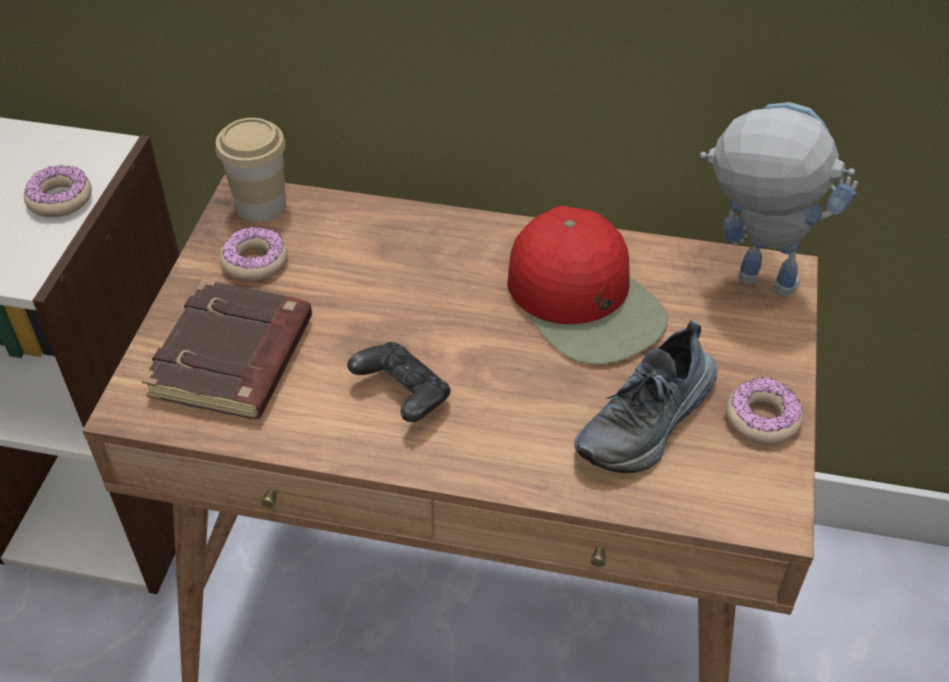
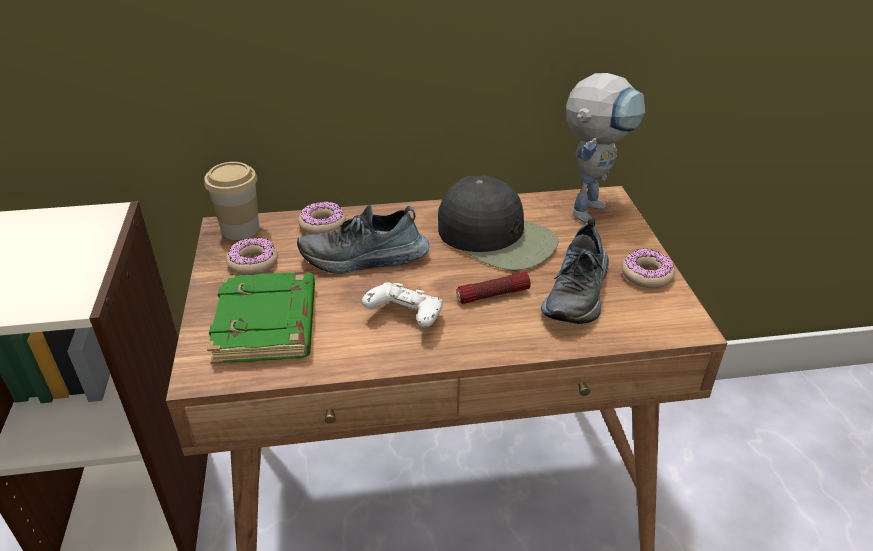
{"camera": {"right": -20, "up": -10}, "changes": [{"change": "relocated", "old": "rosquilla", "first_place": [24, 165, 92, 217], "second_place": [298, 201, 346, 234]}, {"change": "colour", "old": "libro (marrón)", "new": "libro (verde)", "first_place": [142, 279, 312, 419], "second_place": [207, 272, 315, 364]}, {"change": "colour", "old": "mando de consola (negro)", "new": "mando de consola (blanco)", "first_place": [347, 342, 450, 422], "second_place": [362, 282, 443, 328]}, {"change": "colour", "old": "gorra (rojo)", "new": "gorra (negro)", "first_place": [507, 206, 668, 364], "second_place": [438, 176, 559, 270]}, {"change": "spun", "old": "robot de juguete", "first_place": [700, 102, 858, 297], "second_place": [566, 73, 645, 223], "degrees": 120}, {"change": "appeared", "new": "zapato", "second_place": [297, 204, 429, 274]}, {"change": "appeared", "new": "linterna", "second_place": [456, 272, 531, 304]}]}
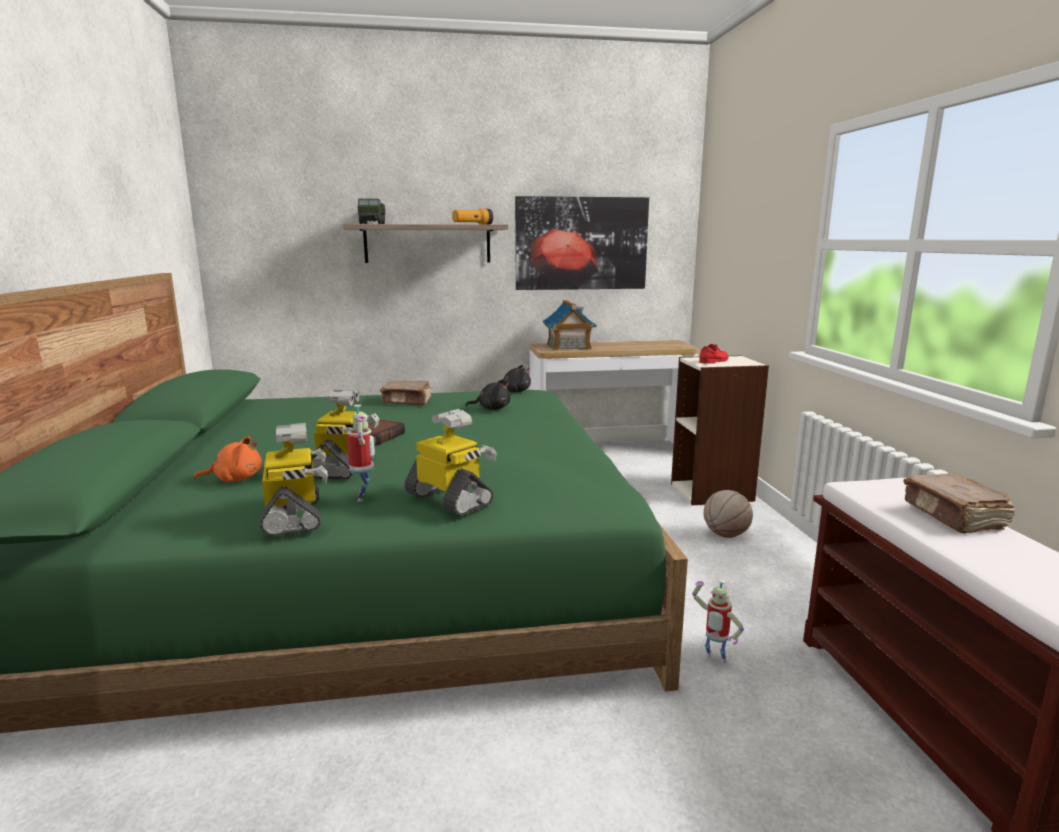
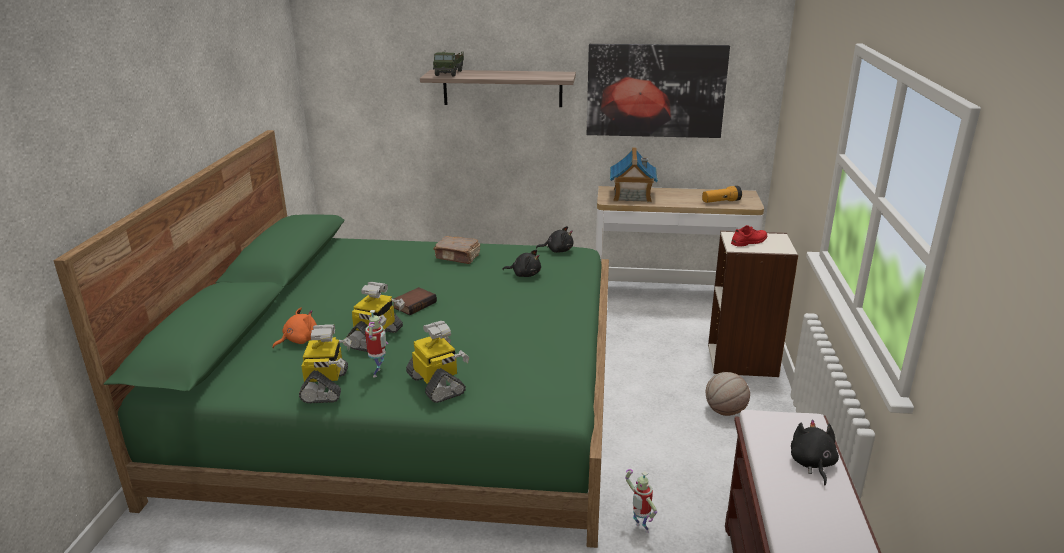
{"camera": {"right": 15, "up": 10}, "changes": [{"change": "spun", "old": "peluche (naranja)", "first_place": [194, 436, 262, 482], "second_place": [272, 308, 317, 348], "degrees": -45}, {"change": "relocated", "old": "linterna", "first_place": [452, 209, 493, 224], "second_place": [702, 186, 742, 203]}, {"change": "exchanged", "old": "libro (marrón)", "new": "peluche (negro)", "first_place": [903, 473, 1015, 533], "second_place": [791, 419, 839, 485]}]}
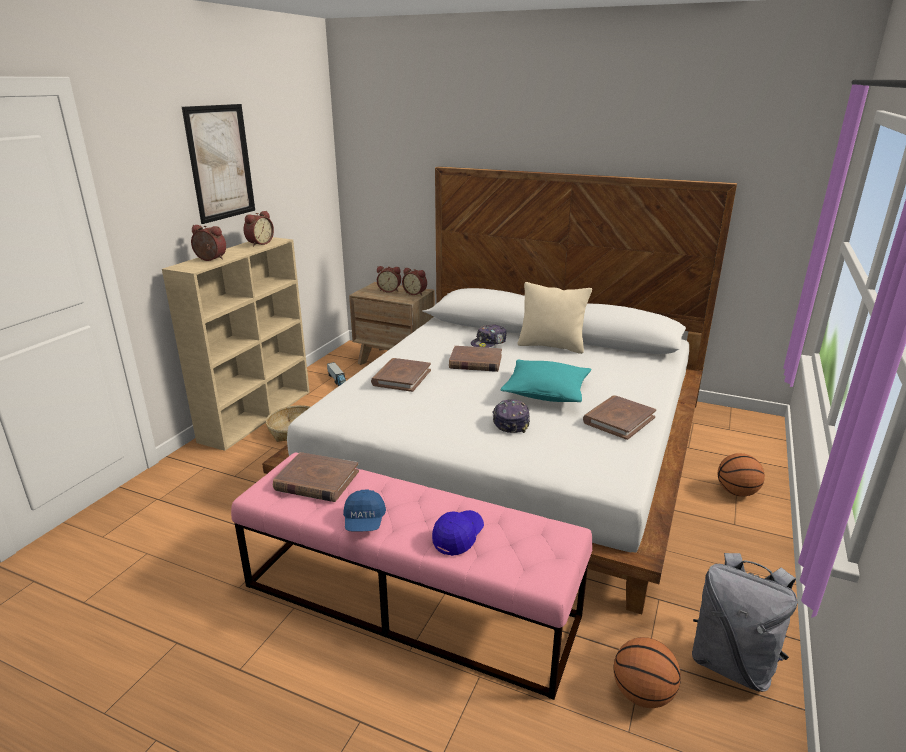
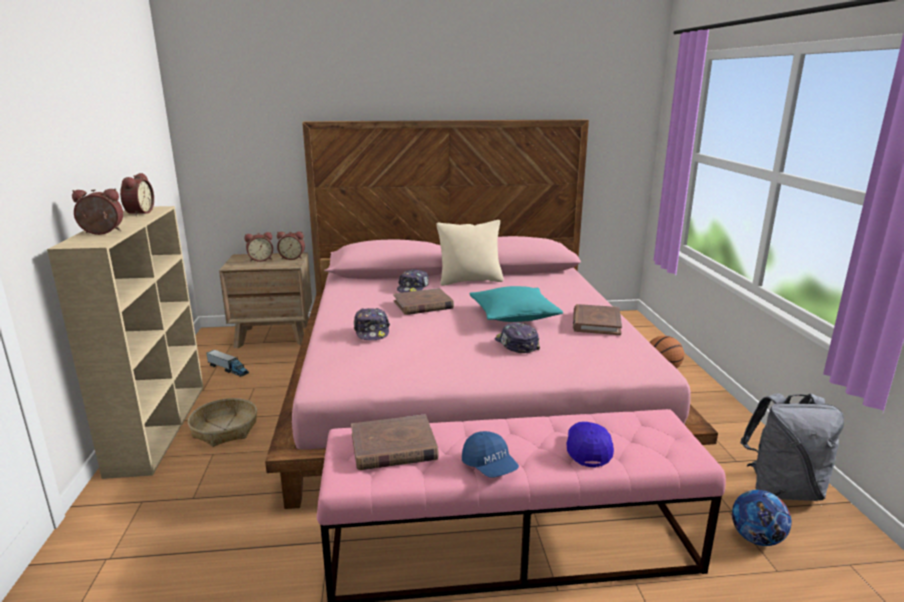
{"camera": {"right": -30, "up": -5}, "changes": [{"change": "missing", "old": "cuadro", "first_place": [182, 104, 255, 224]}, {"change": "colour", "old": "cama (blanco)", "new": "cama (rosa)", "first_place": [262, 166, 737, 614], "second_place": [265, 119, 718, 509]}, {"change": "exchanged", "old": "libro (marrón)", "new": "gorra", "first_place": [371, 358, 431, 392], "second_place": [354, 308, 390, 340]}, {"change": "exchanged", "old": "balón de baloncesto", "new": "balón de fútbol", "first_place": [614, 637, 681, 708], "second_place": [732, 490, 792, 546]}]}
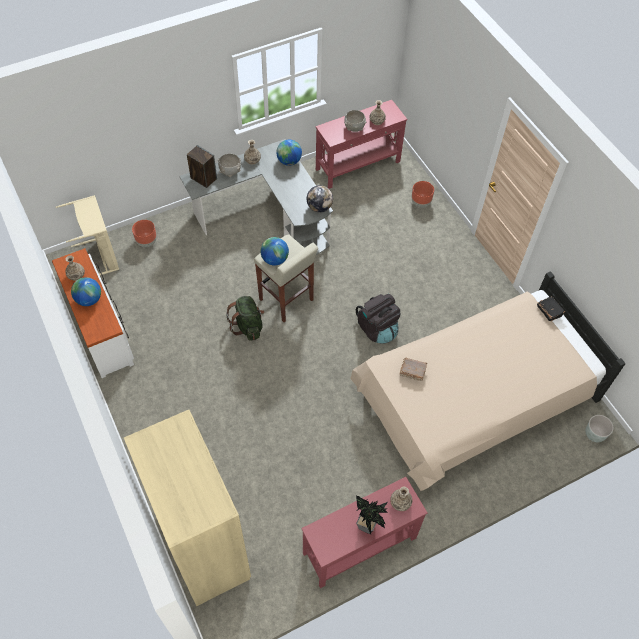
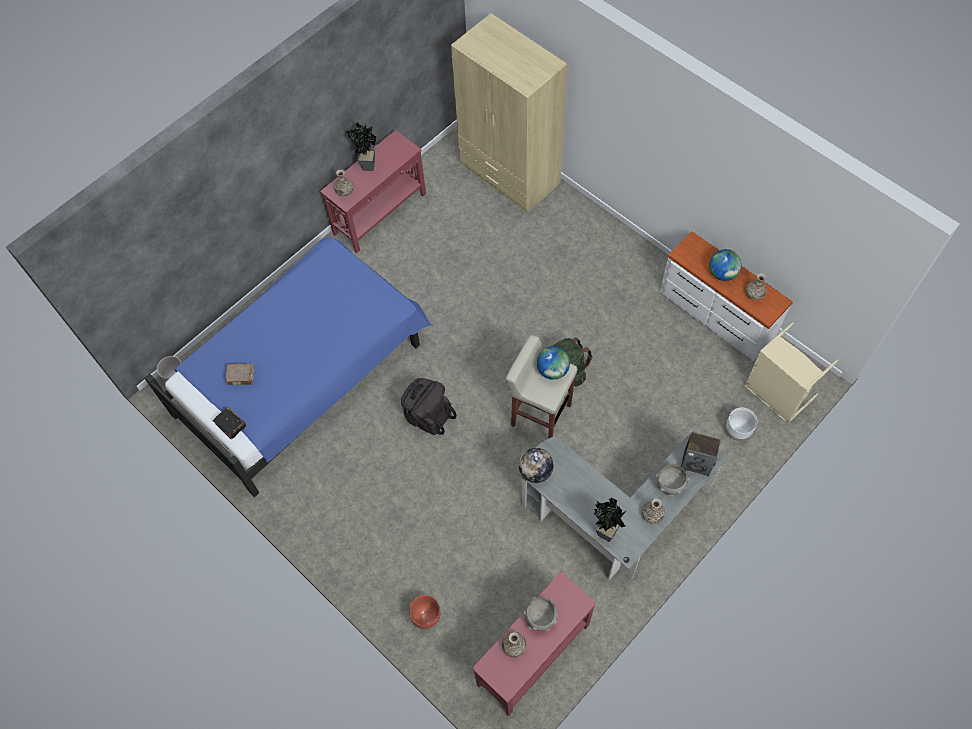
{"camera": {"right": 165, "up": 5}, "changes": [{"change": "colour", "old": "maceta (marrón)", "new": "maceta (blanco)", "first_place": [132, 220, 157, 247], "second_place": [726, 408, 757, 441]}, {"change": "exchanged", "old": "globo terráqueo", "new": "planta en maceta", "first_place": [276, 140, 302, 166], "second_place": [594, 498, 627, 542]}, {"change": "colour", "old": "cama (beis)", "new": "cama (azul)", "first_place": [350, 271, 626, 491], "second_place": [144, 238, 433, 497]}, {"change": "relocated", "old": "libro (marrón)", "first_place": [400, 358, 427, 381], "second_place": [226, 363, 255, 385]}]}
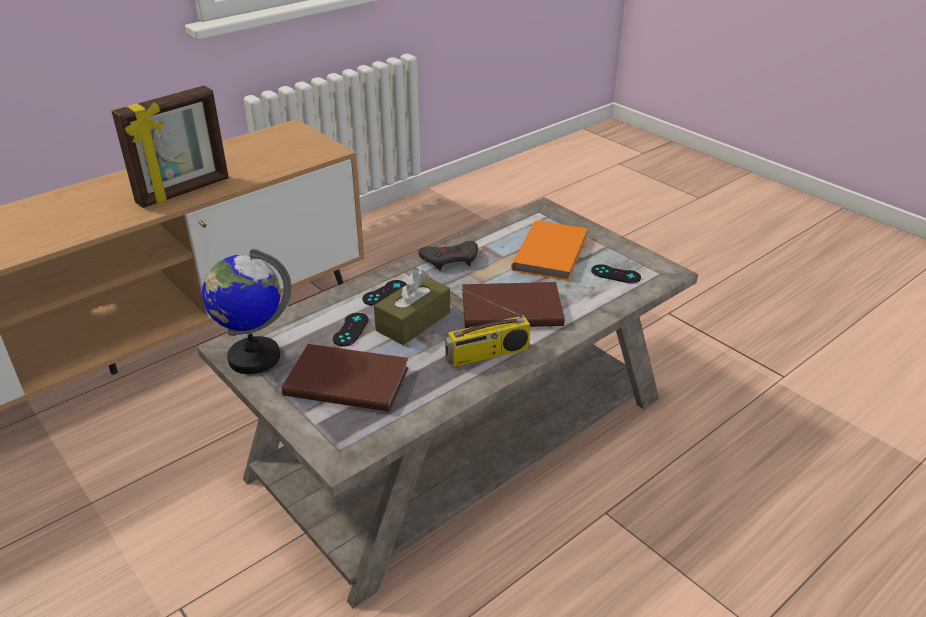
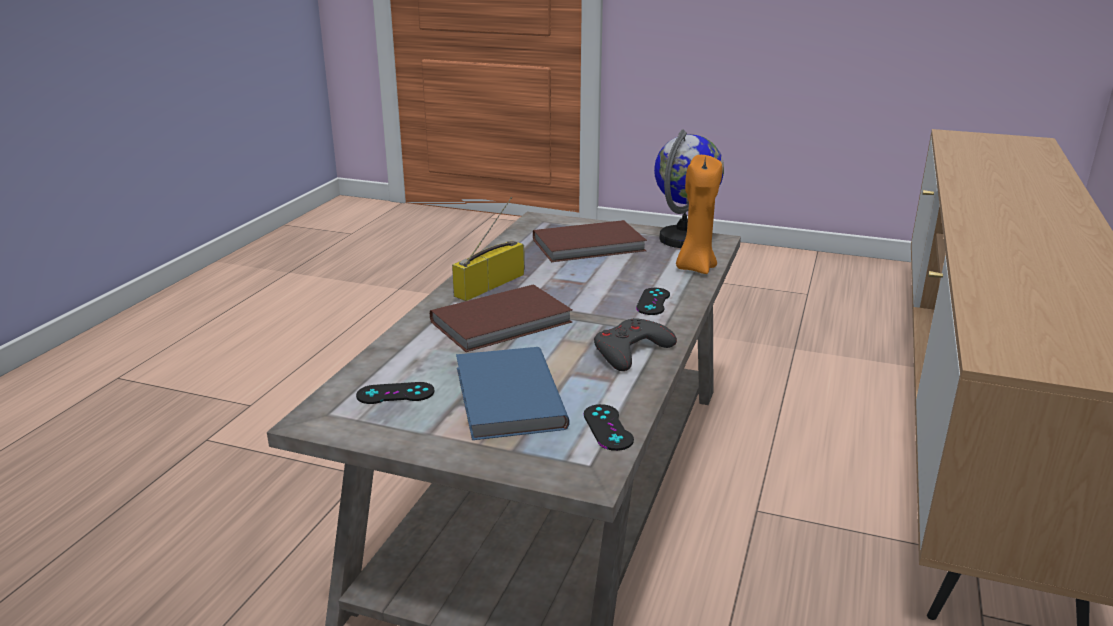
{"camera": {"right": 150, "up": -10}, "changes": [{"change": "missing", "old": "portarretratos", "first_place": [112, 86, 229, 208]}, {"change": "relocated", "old": "mando de consola (negro)", "first_place": [333, 313, 369, 346], "second_place": [583, 404, 634, 451]}, {"change": "missing", "old": "caja de pañuelos (marrón)", "first_place": [374, 270, 450, 345]}, {"change": "colour", "old": "libro (naranja)", "new": "libro (azul)", "first_place": [511, 220, 588, 281], "second_place": [456, 347, 570, 440]}, {"change": "appeared", "new": "vela (naranja)", "second_place": [676, 155, 722, 274]}]}
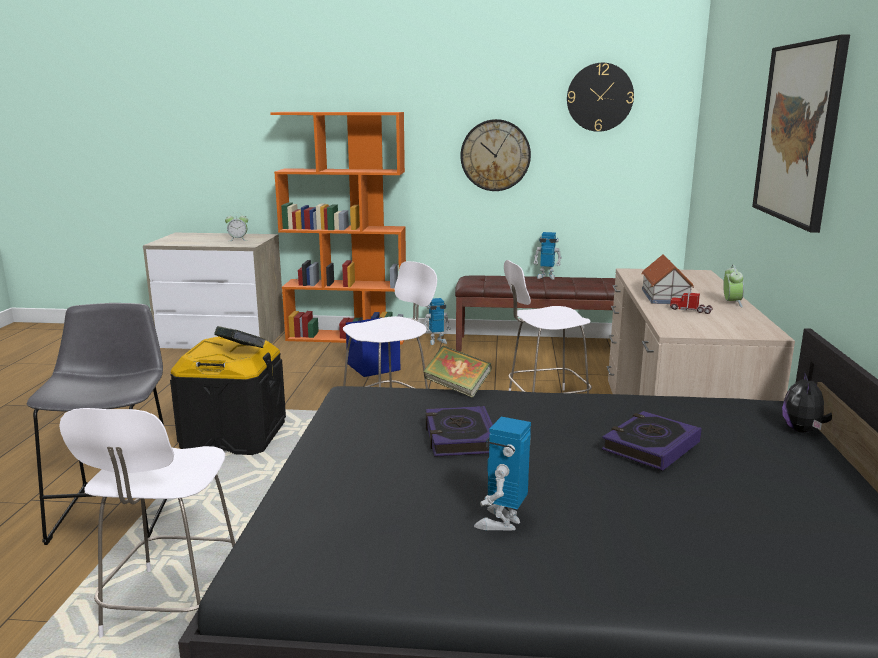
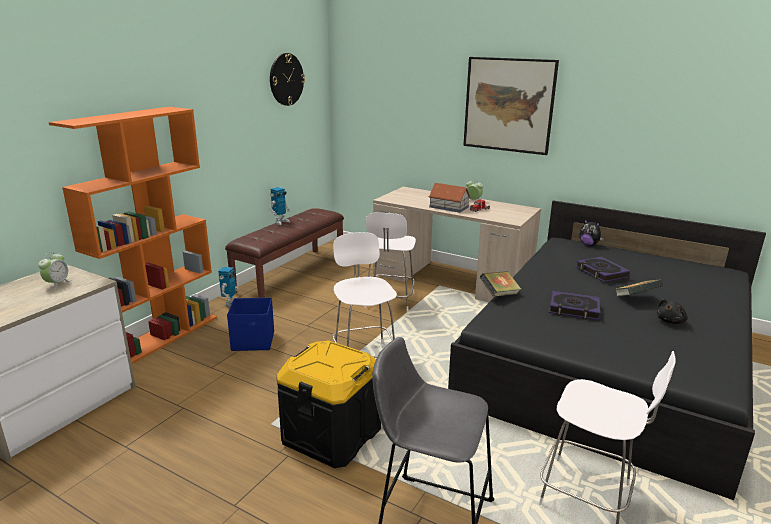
{"camera": {"right": -65, "up": 5}, "changes": [{"change": "relocated", "old": "libro", "first_place": [214, 326, 267, 348], "second_place": [614, 279, 663, 297]}, {"change": "missing", "old": "reloj de pared", "first_place": [461, 119, 531, 191]}, {"change": "exchanged", "old": "robot de juguete", "new": "peluche (negro)", "first_place": [474, 417, 531, 531], "second_place": [657, 299, 688, 324]}]}
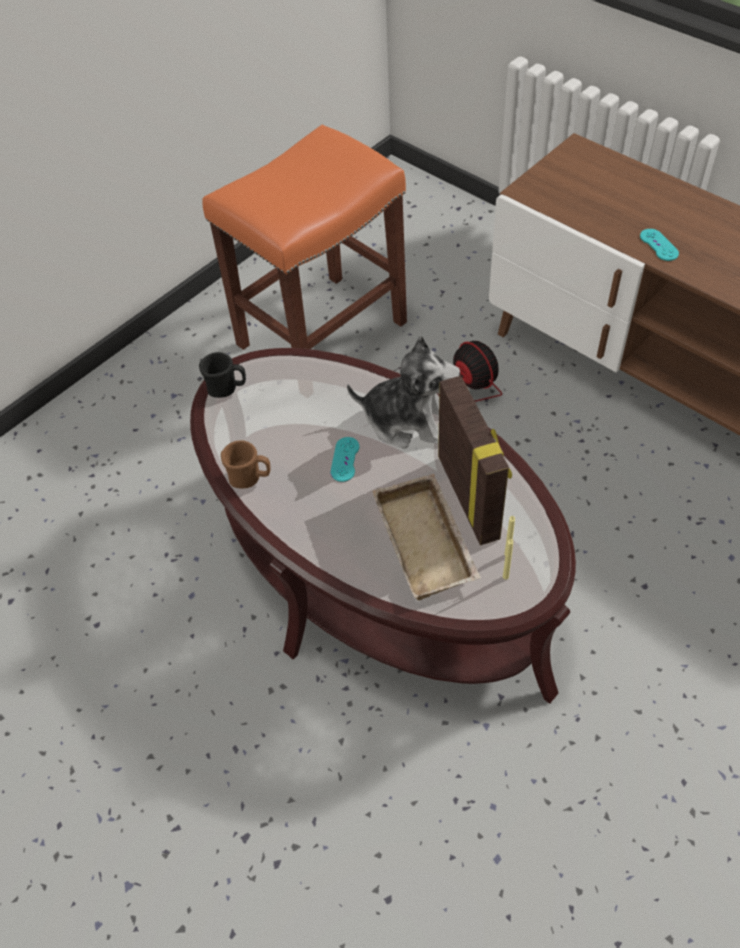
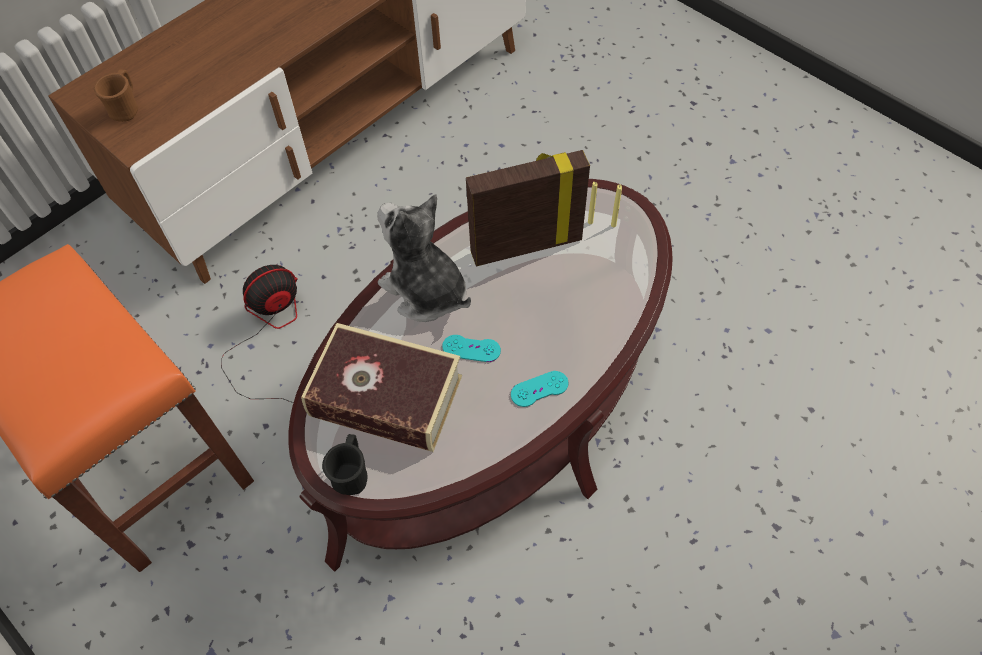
{"camera": {"right": -90, "up": 5}, "changes": [{"change": "relocated", "old": "taza grande (marrón)", "first_place": [221, 440, 271, 488], "second_place": [94, 69, 138, 122]}, {"change": "spun", "old": "peluche", "first_place": [347, 336, 460, 449], "second_place": [377, 194, 471, 322], "degrees": -60}, {"change": "missing", "old": "bandeja (beis)", "first_place": [372, 474, 481, 601]}, {"change": "relocated", "old": "mando de consola (turquesa)", "first_place": [640, 229, 679, 261], "second_place": [511, 371, 569, 407]}, {"change": "appeared", "new": "libro", "second_place": [301, 323, 462, 452]}]}
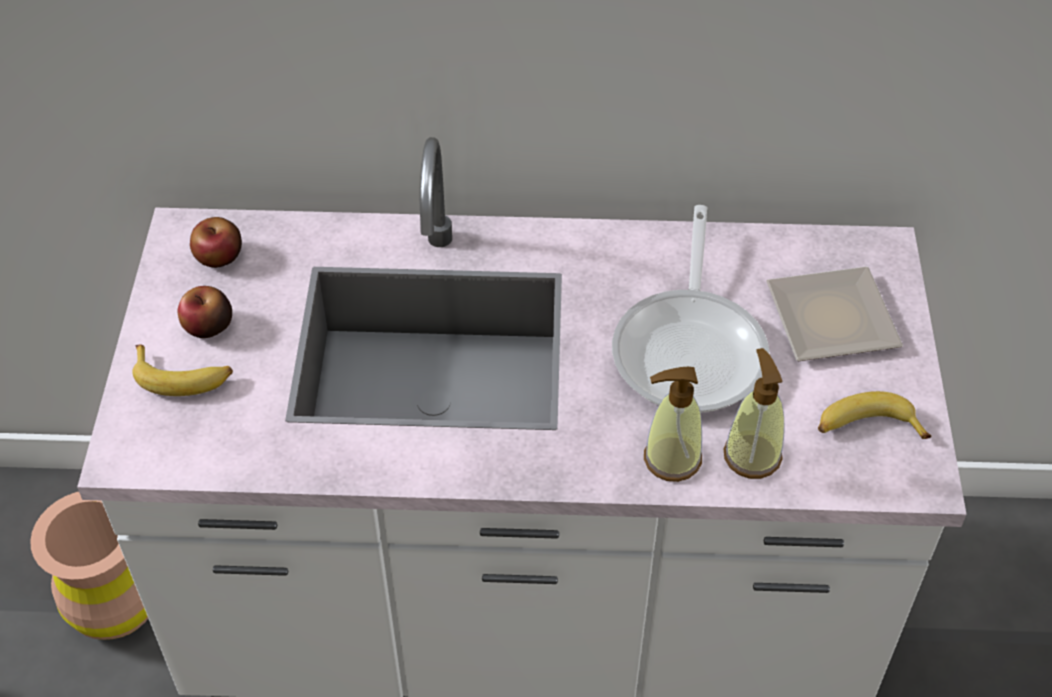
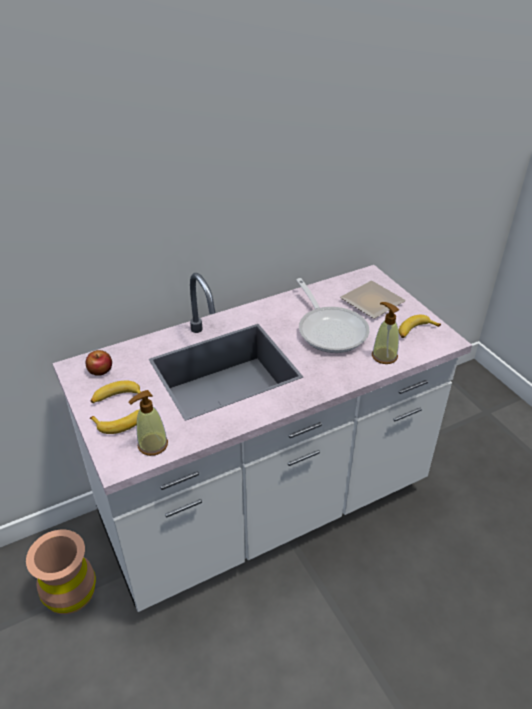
{"camera": {"right": -30, "up": -10}, "changes": [{"change": "exchanged", "old": "manzana", "new": "plátano", "first_place": [178, 286, 232, 338], "second_place": [91, 381, 141, 403]}, {"change": "relocated", "old": "dispensador de jabón", "first_place": [644, 367, 702, 482], "second_place": [129, 390, 168, 456]}]}
